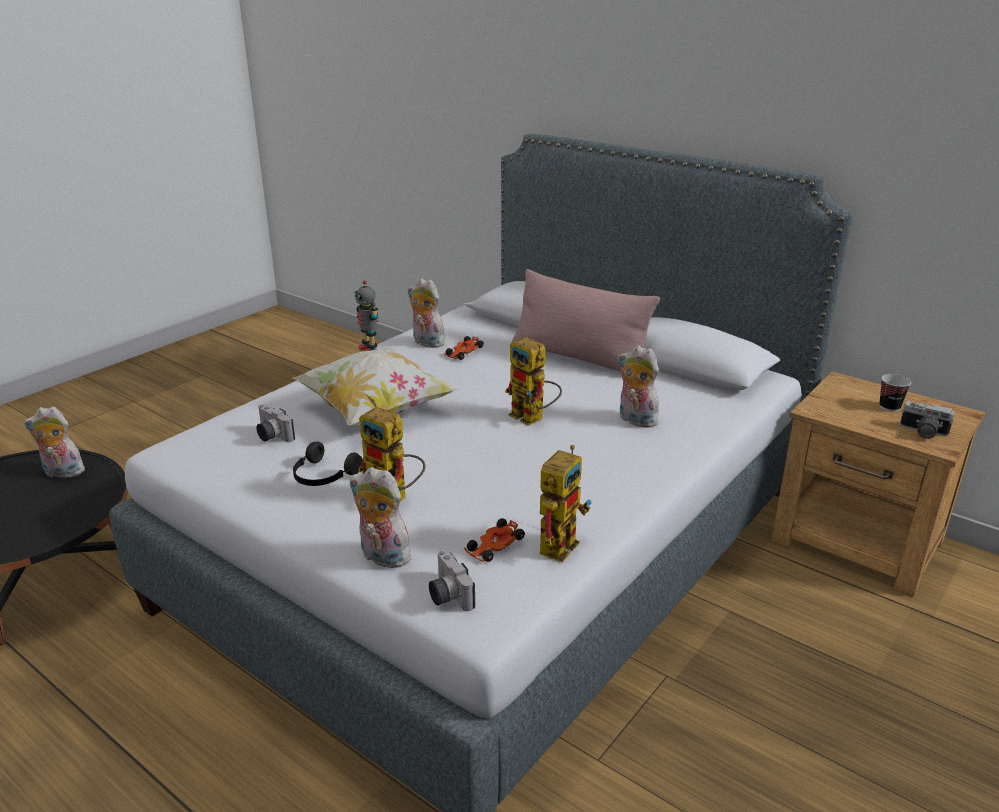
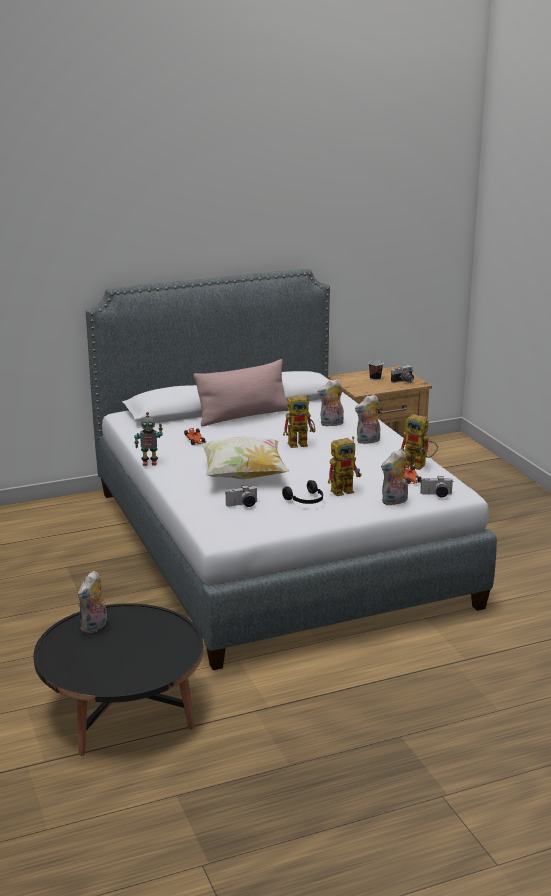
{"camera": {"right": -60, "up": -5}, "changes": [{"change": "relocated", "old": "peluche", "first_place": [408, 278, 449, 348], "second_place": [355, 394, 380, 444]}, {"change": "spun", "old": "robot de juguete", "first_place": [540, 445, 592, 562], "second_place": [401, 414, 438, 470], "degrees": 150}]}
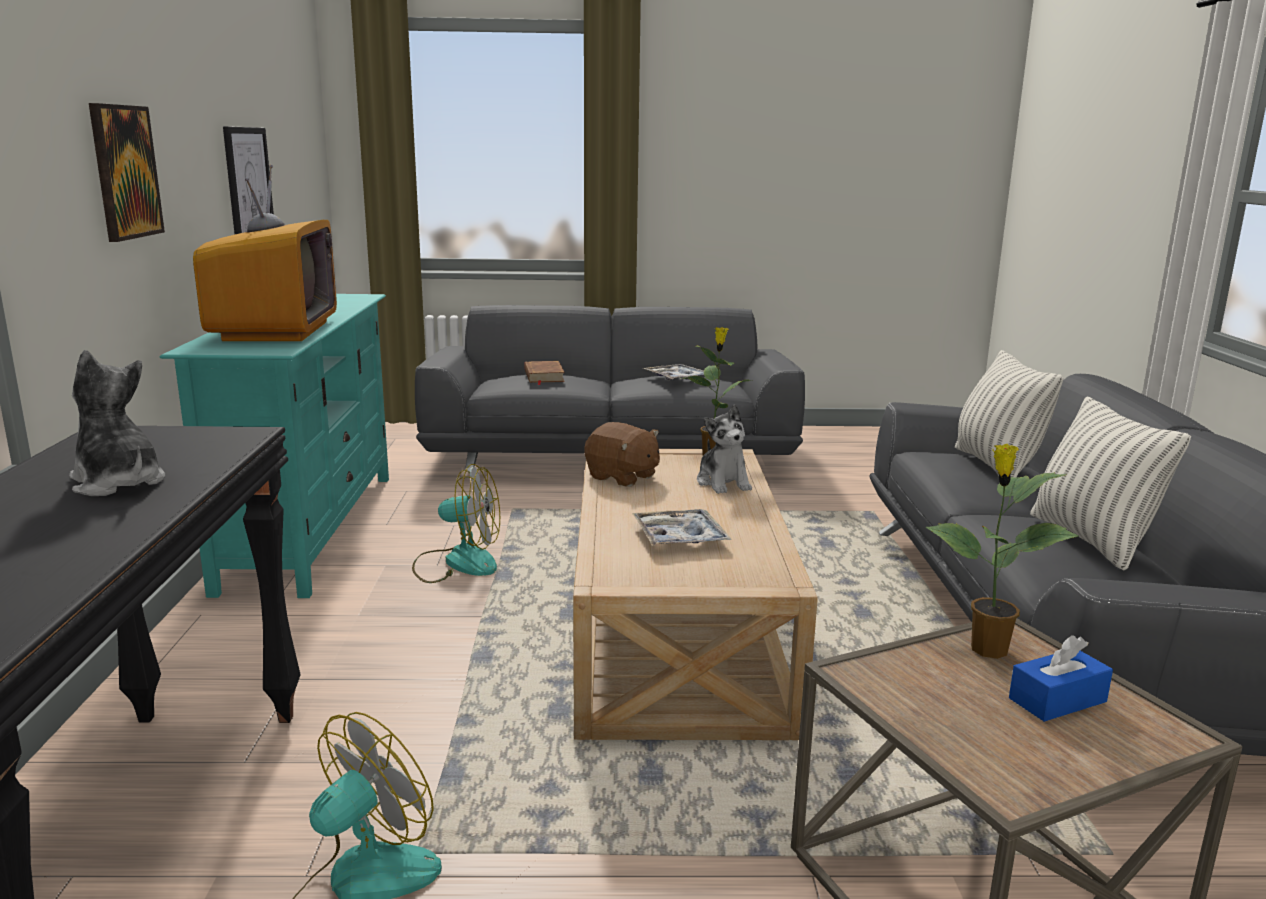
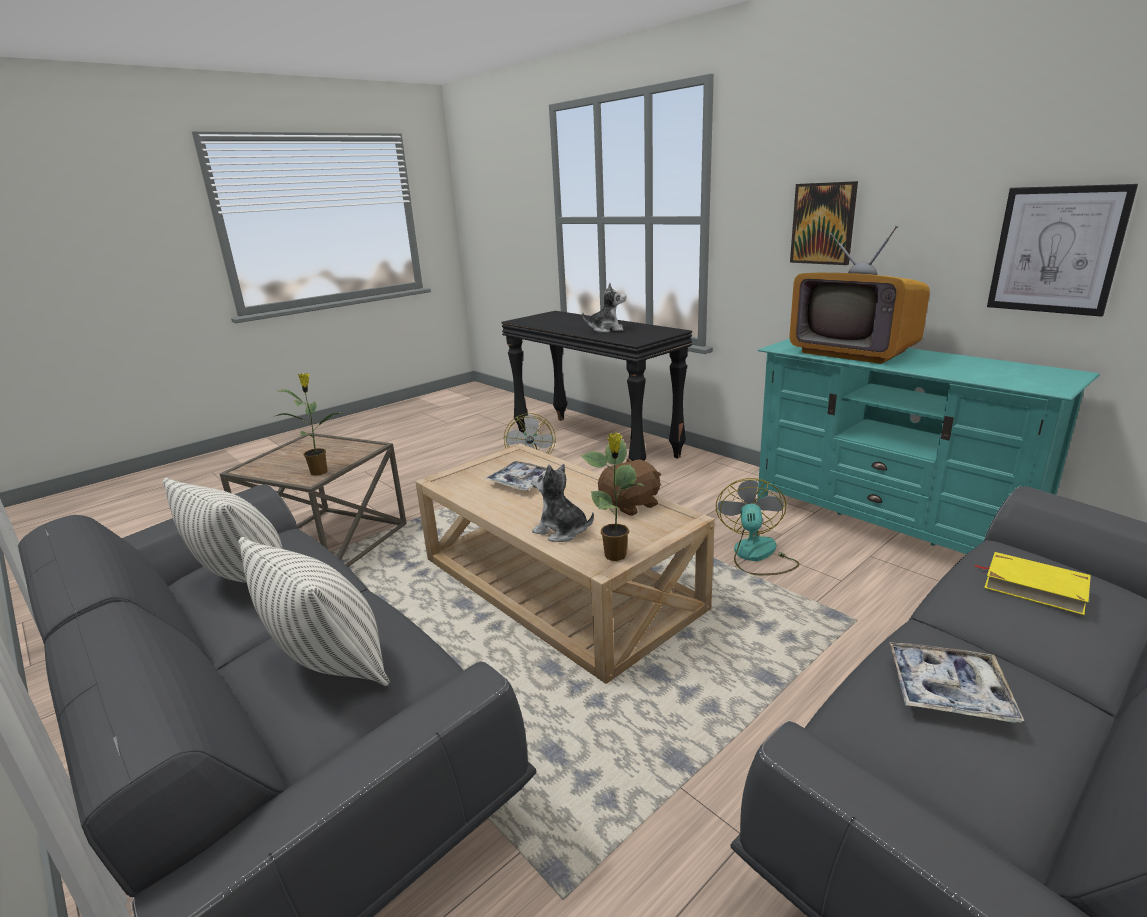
{"camera": {"right": 140, "up": 5}, "changes": [{"change": "spun", "old": "ventilador", "first_place": [412, 464, 500, 583], "second_place": [716, 478, 800, 575], "degrees": 135}, {"change": "colour", "old": "libro (marrón)", "new": "libro (amarillo)", "first_place": [524, 361, 565, 385], "second_place": [974, 552, 1091, 615]}, {"change": "spun", "old": "peluche (marrón)", "first_place": [584, 422, 660, 487], "second_place": [598, 458, 661, 516], "degrees": 150}, {"change": "missing", "old": "caja de pañuelos (azul)", "first_place": [1009, 635, 1113, 722]}]}
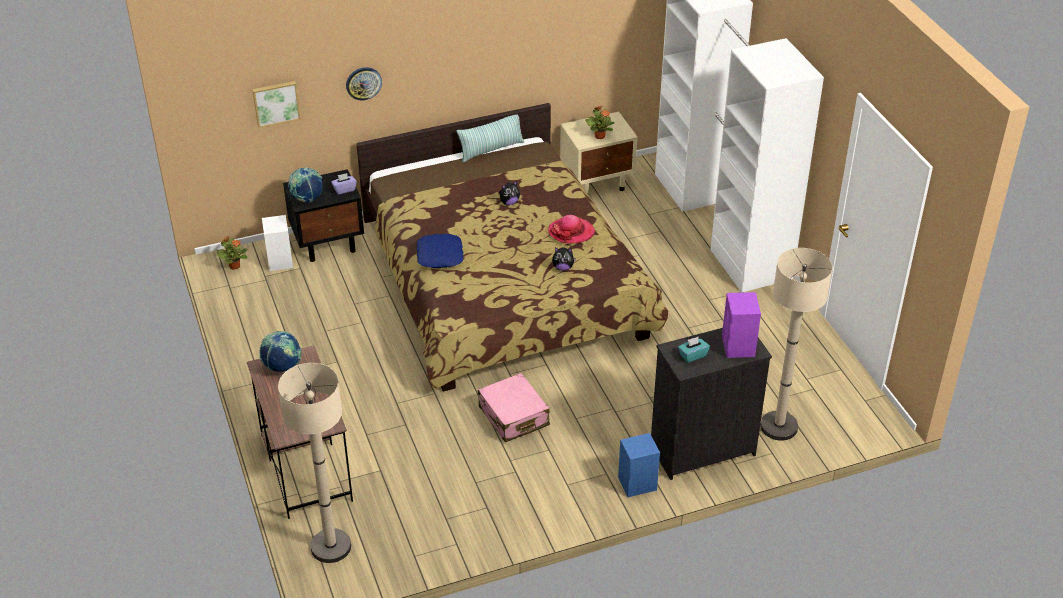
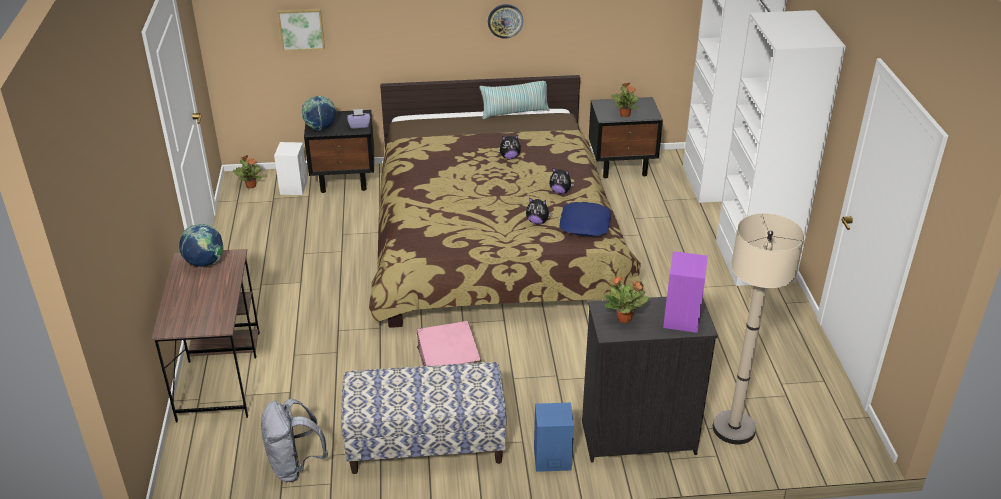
{"camera": {"right": 15, "up": -5}, "changes": [{"change": "missing", "old": "lámpara de pie (beis)", "first_place": [278, 363, 351, 563]}, {"change": "relocated", "old": "reloj de pared", "first_place": [346, 67, 382, 100], "second_place": [488, 4, 523, 39]}, {"change": "relocated", "old": "cojín (azul)", "first_place": [416, 234, 463, 268], "second_place": [559, 202, 611, 236]}, {"change": "exchanged", "old": "sombrero", "new": "peluche", "first_place": [548, 215, 595, 244], "second_place": [549, 168, 575, 194]}, {"change": "colour", "old": "mesita de noche (beis)", "new": "mesita de noche (negro)", "first_place": [560, 112, 638, 194], "second_place": [589, 97, 663, 178]}, {"change": "exchanged", "old": "caja de pañuelos (turquesa)", "new": "planta en maceta", "first_place": [678, 337, 710, 363], "second_place": [604, 277, 649, 323]}, {"change": "appeared", "new": "mochila (gris)", "second_place": [261, 399, 328, 482]}, {"change": "appeared", "new": "banco", "second_place": [341, 362, 507, 474]}]}
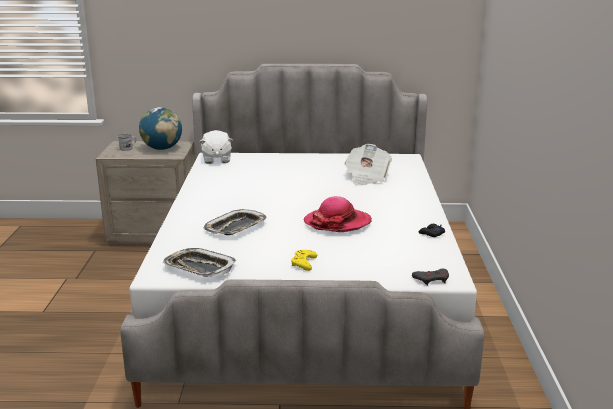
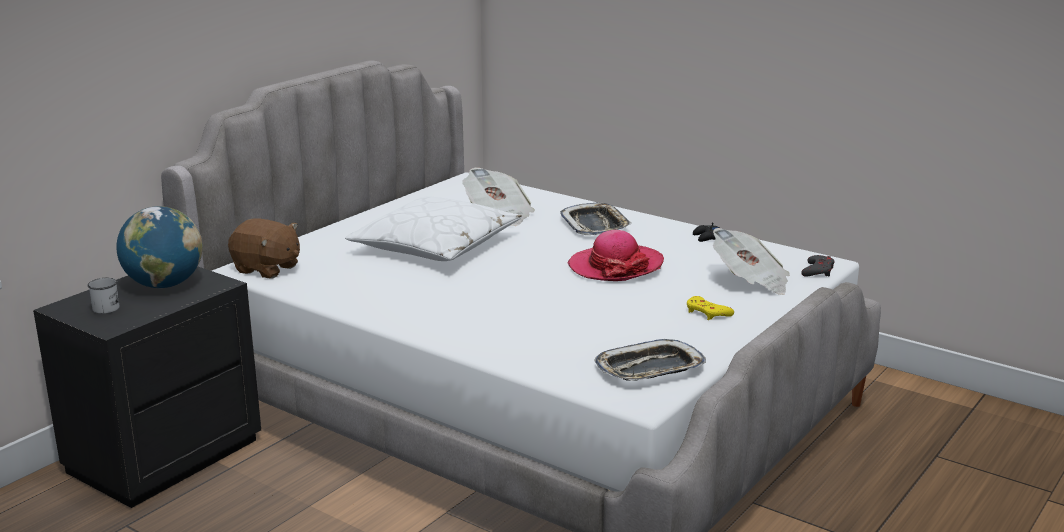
{"camera": {"right": -55, "up": 0}, "changes": [{"change": "colour", "old": "mesita de noche (beis)", "new": "mesita de noche (negro)", "first_place": [96, 141, 195, 247], "second_place": [33, 267, 261, 508]}, {"change": "colour", "old": "peluche (blanco)", "new": "peluche (marrón)", "first_place": [200, 130, 233, 164], "second_place": [228, 218, 300, 278]}, {"change": "relocated", "old": "bandeja", "first_place": [203, 209, 266, 235], "second_place": [560, 203, 632, 235]}, {"change": "appeared", "new": "cojín (blanco)", "second_place": [345, 196, 522, 261]}, {"change": "appeared", "new": "periódico", "second_place": [713, 228, 790, 295]}]}
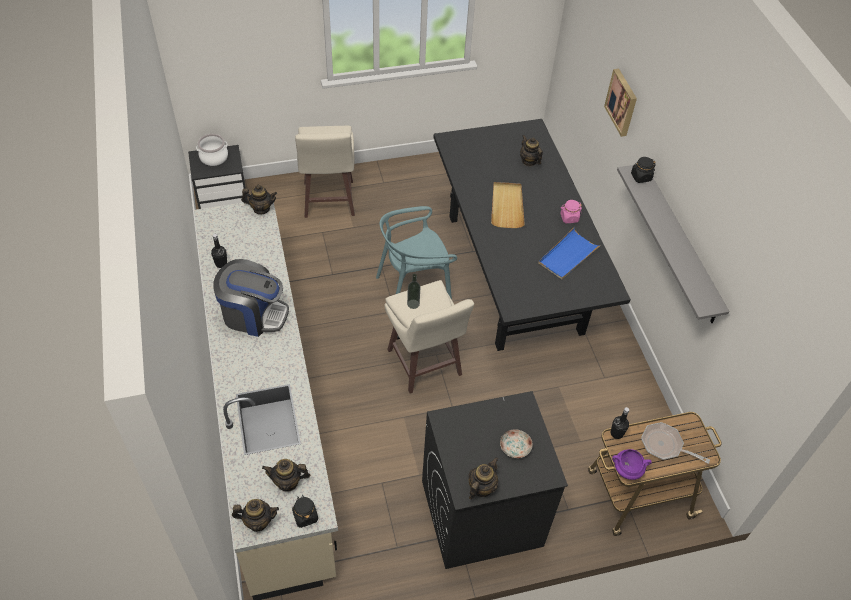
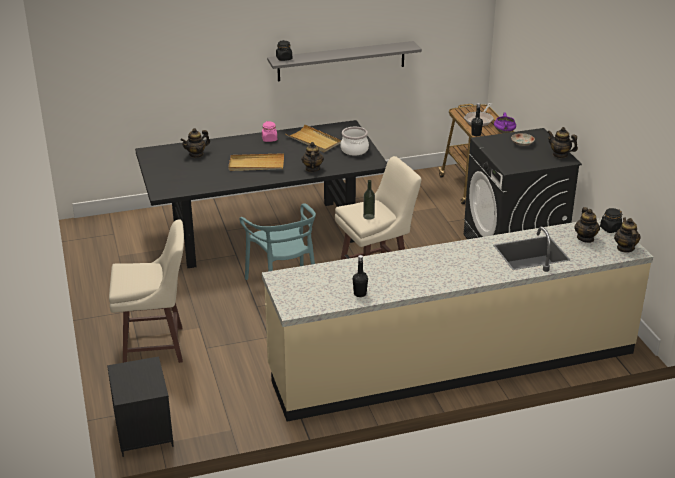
{"camera": {"right": -90, "up": -20}, "changes": [{"change": "relocated", "old": "olla", "first_place": [196, 134, 228, 166], "second_place": [341, 127, 369, 156]}, {"change": "missing", "old": "cafetera", "first_place": [213, 259, 289, 337]}, {"change": "relocated", "old": "tetera", "first_place": [241, 185, 277, 215], "second_place": [301, 142, 324, 172]}, {"change": "colour", "old": "bandeja (azul)", "new": "bandeja (beis)", "first_place": [539, 228, 601, 280], "second_place": [285, 124, 341, 152]}, {"change": "missing", "old": "cuadro", "first_place": [604, 69, 637, 137]}]}
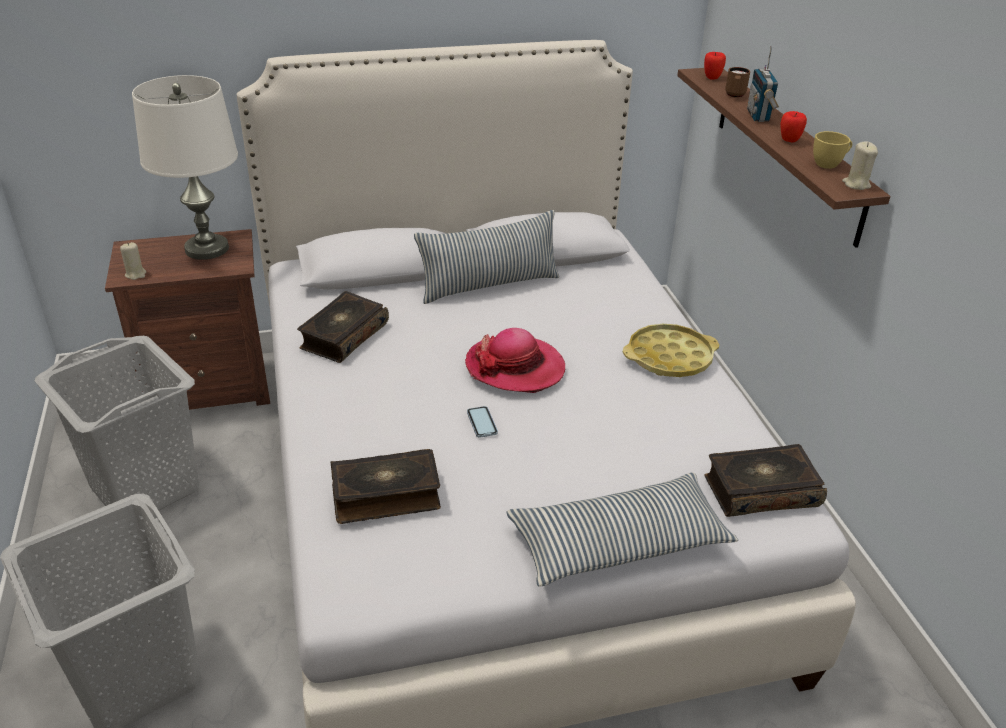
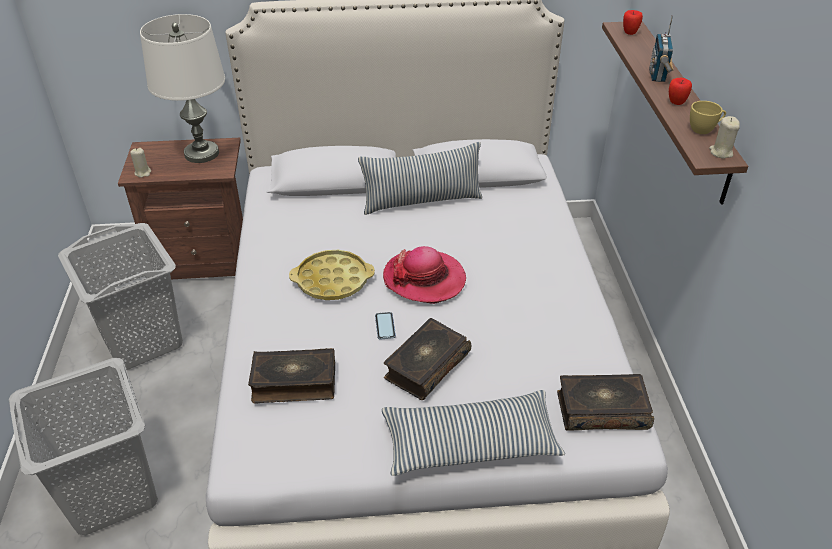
{"camera": {"right": 10, "up": 5}, "changes": [{"change": "relocated", "old": "libro", "first_place": [297, 291, 389, 363], "second_place": [384, 318, 471, 400]}, {"change": "relocated", "old": "bandeja (amarillo)", "first_place": [623, 324, 719, 377], "second_place": [289, 250, 375, 300]}, {"change": "missing", "old": "taza grande (marrón)", "first_place": [725, 67, 750, 98]}]}
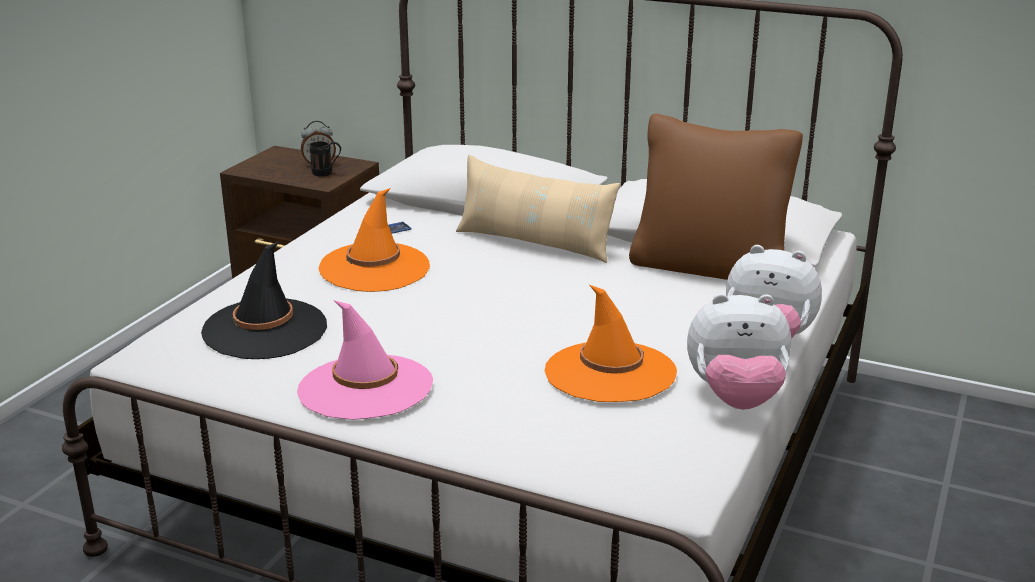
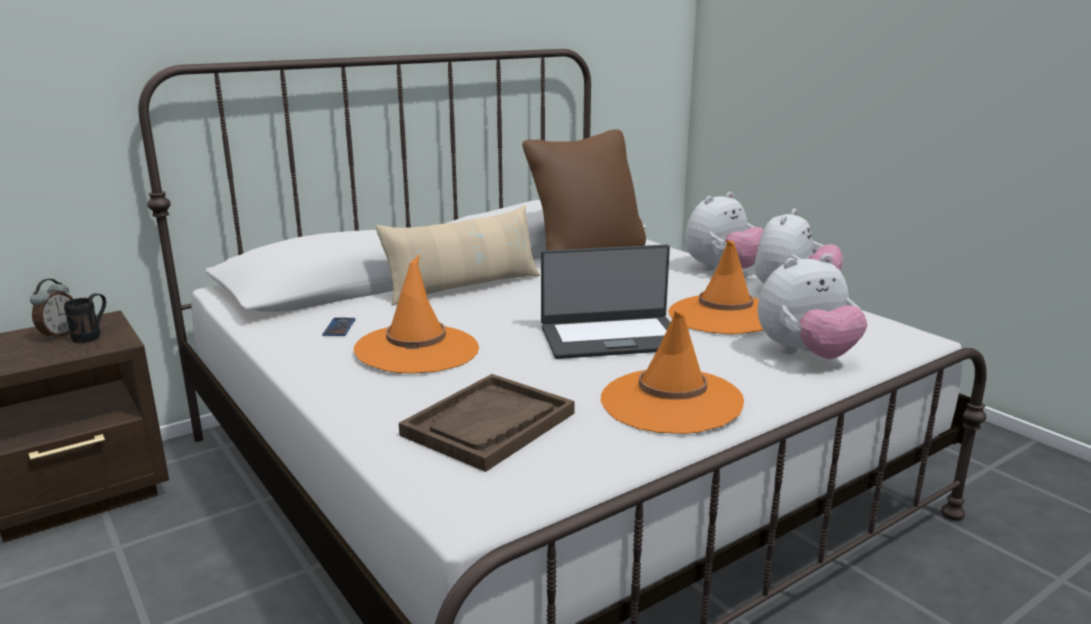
{"camera": {"right": -60, "up": -5}, "changes": [{"change": "exchanged", "old": "sombrero (negro)", "new": "bandeja (marrón)", "first_place": [201, 242, 327, 359], "second_place": [399, 374, 575, 472]}, {"change": "colour", "old": "sombrero (rosa)", "new": "sombrero (naranja)", "first_place": [297, 300, 433, 420], "second_place": [601, 311, 744, 434]}, {"change": "appeared", "new": "portátil", "second_place": [541, 244, 670, 359]}, {"change": "appeared", "new": "peluche", "second_place": [757, 254, 867, 359]}]}
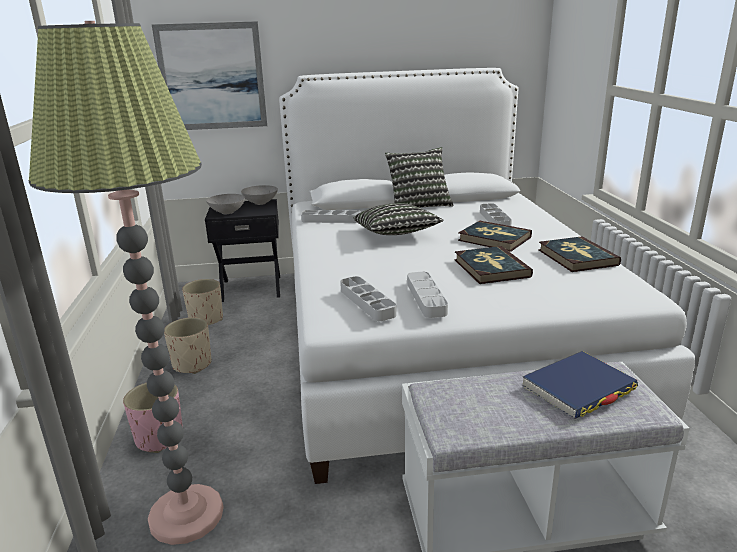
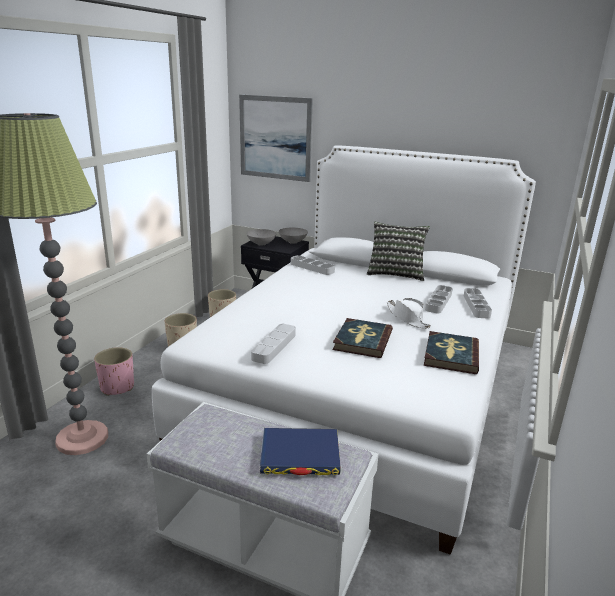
{"camera": {"right": 30, "up": 0}, "changes": [{"change": "relocated", "old": "bandeja (gris)", "first_place": [340, 276, 396, 321], "second_place": [464, 288, 492, 318]}, {"change": "missing", "old": "cojín", "first_place": [354, 203, 443, 235]}, {"change": "exchanged", "old": "libro", "new": "sombrero (blanco)", "first_place": [458, 221, 532, 252], "second_place": [387, 298, 431, 329]}]}
